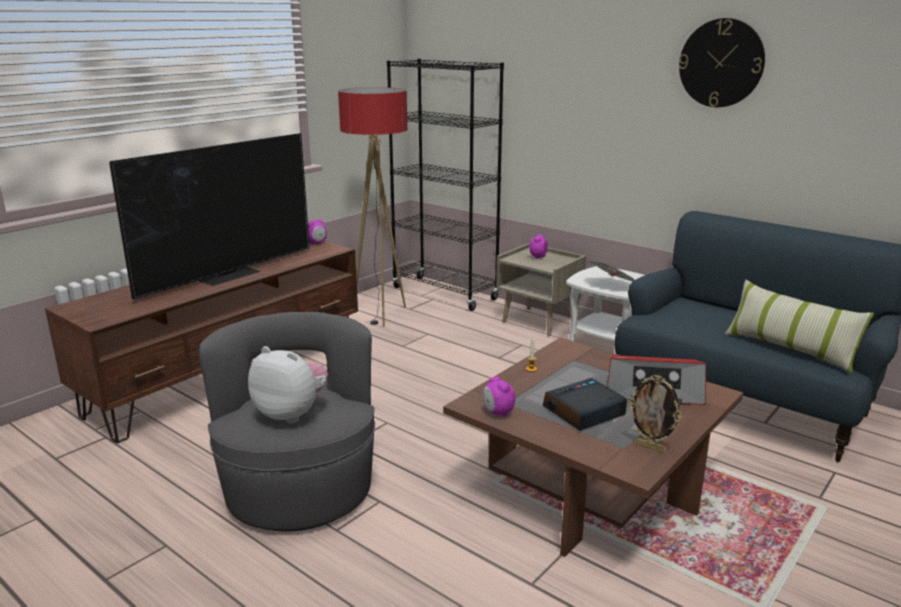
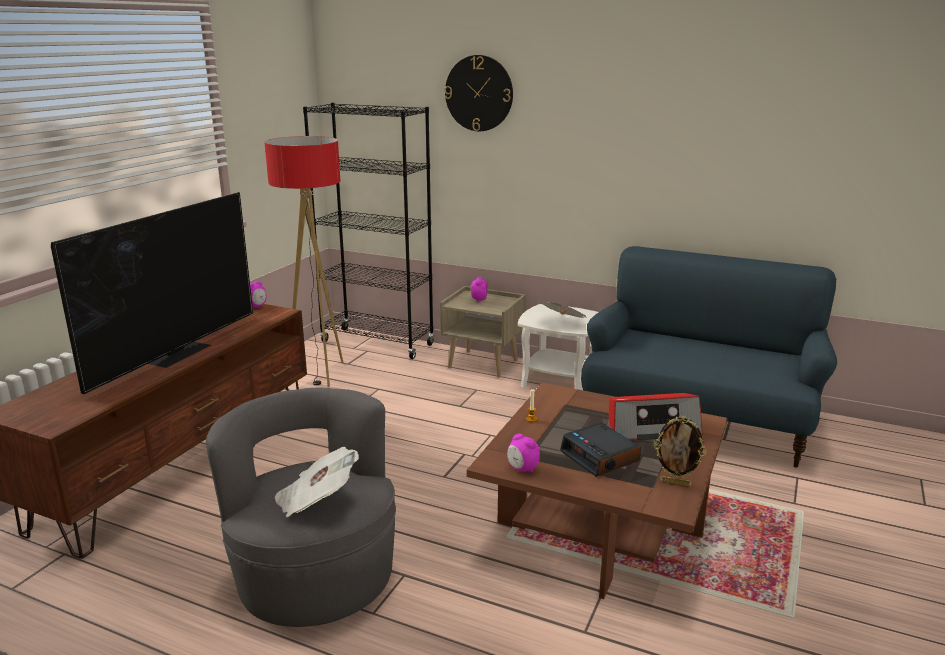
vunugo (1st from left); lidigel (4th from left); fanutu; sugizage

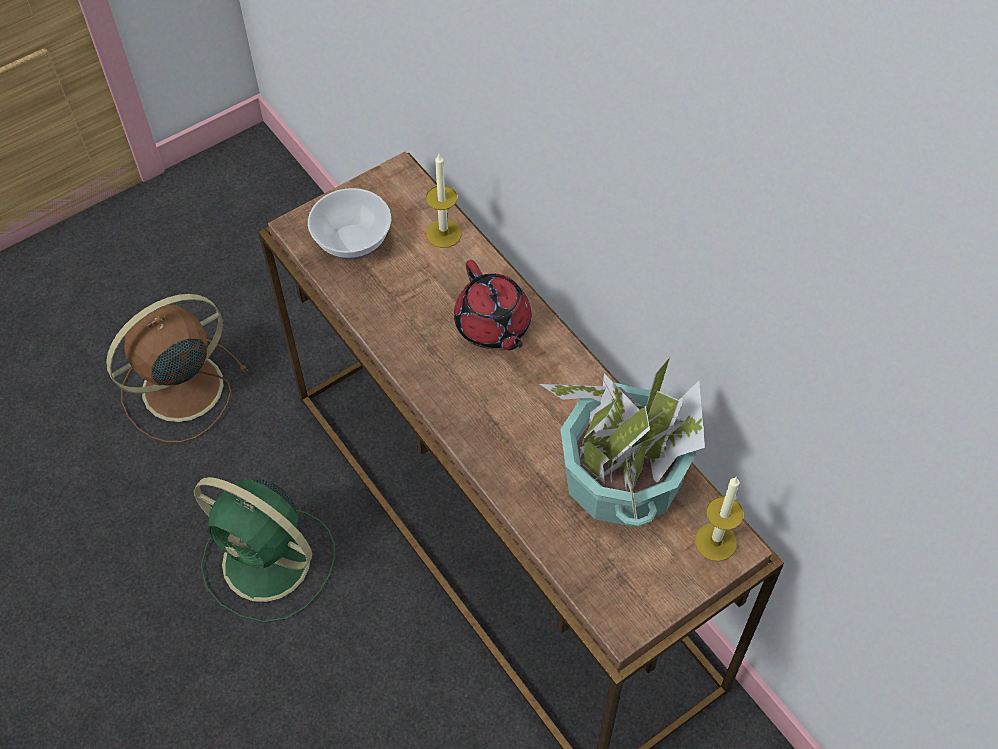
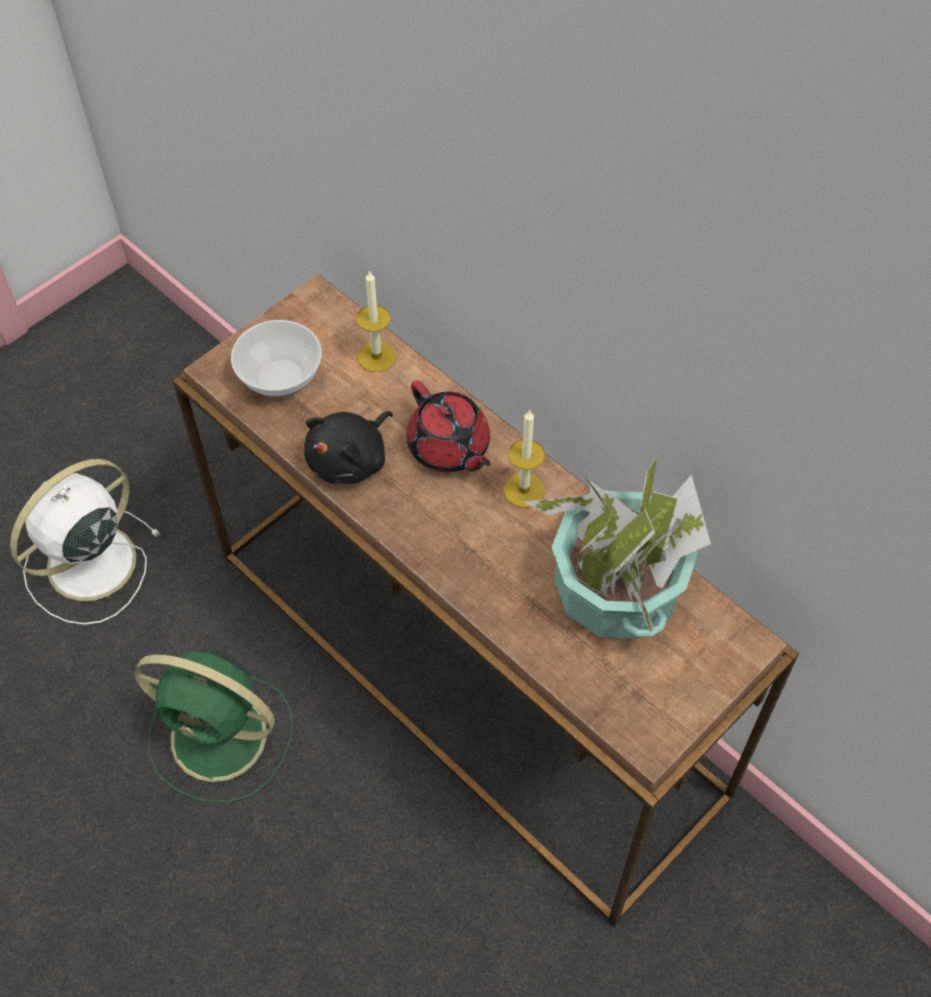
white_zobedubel; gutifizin (2nd from left); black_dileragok

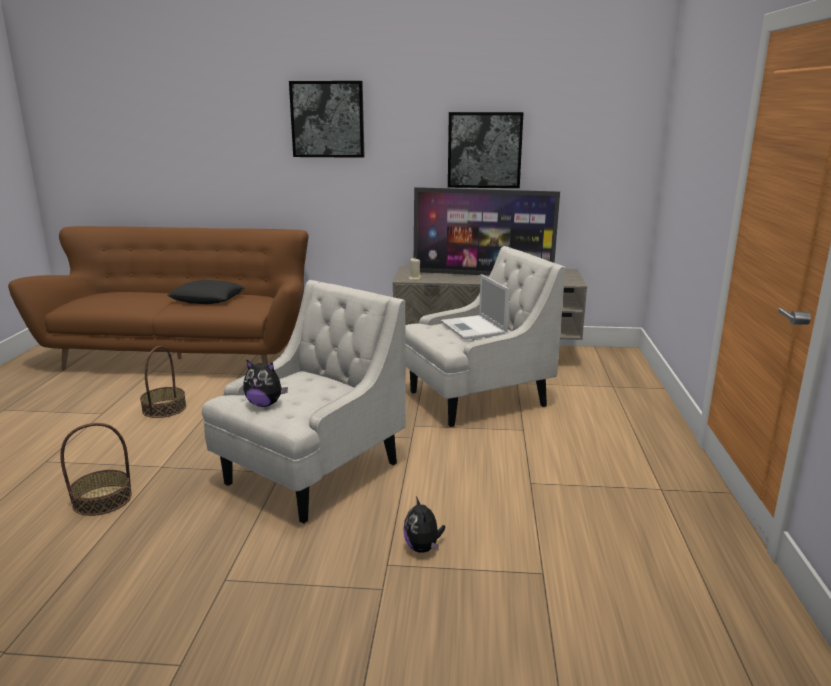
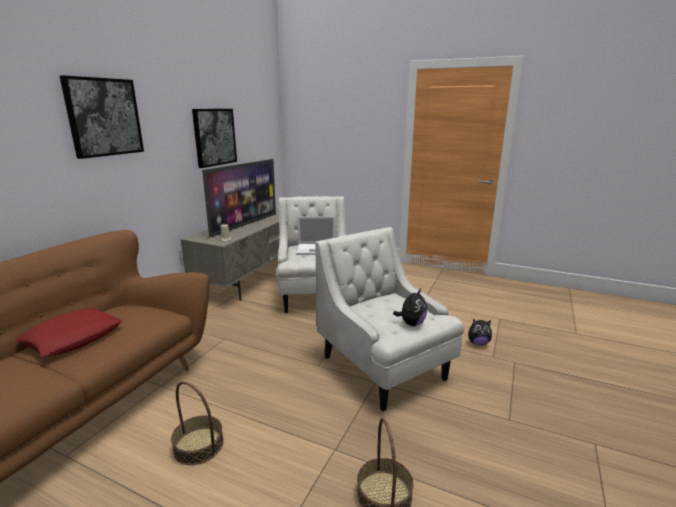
red_sugizage

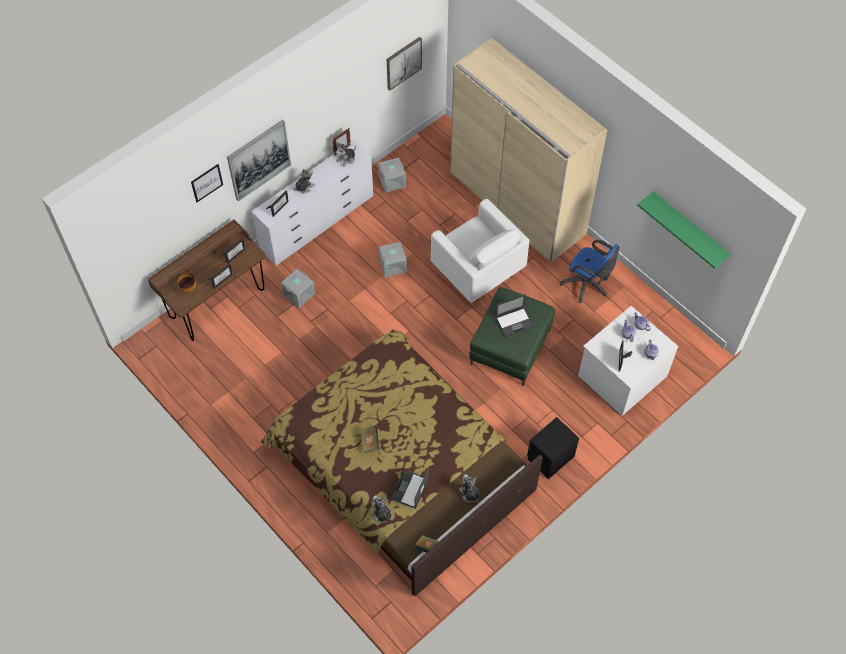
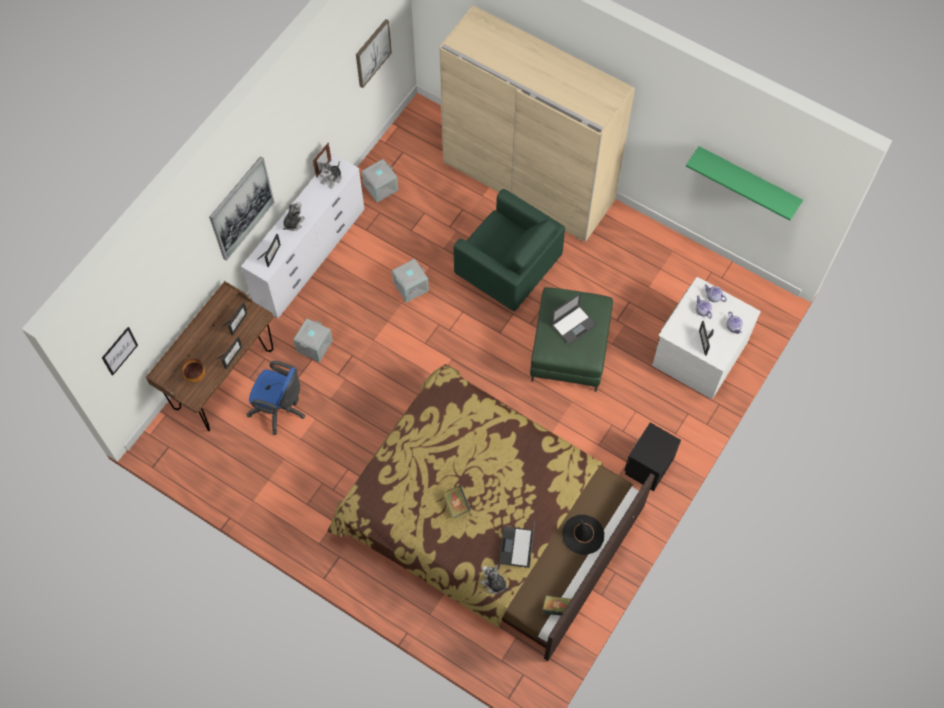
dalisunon (1st from left); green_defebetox; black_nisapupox; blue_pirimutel

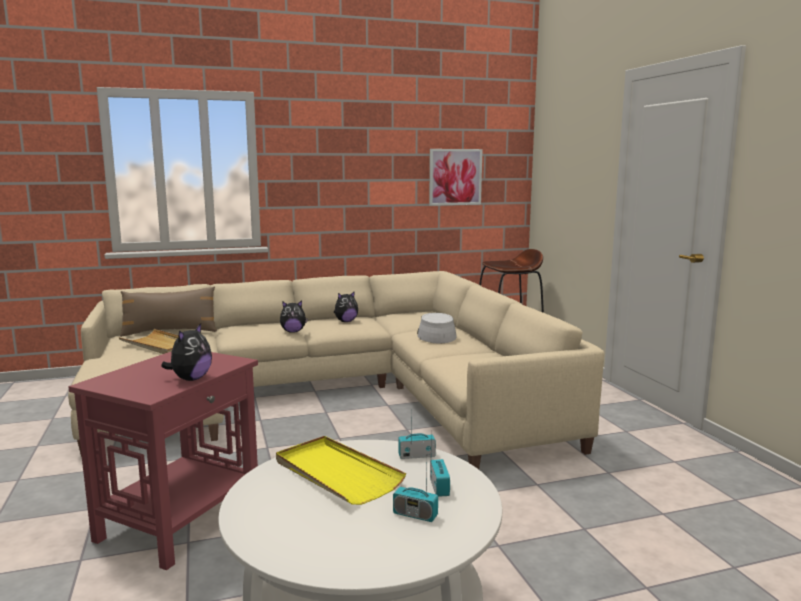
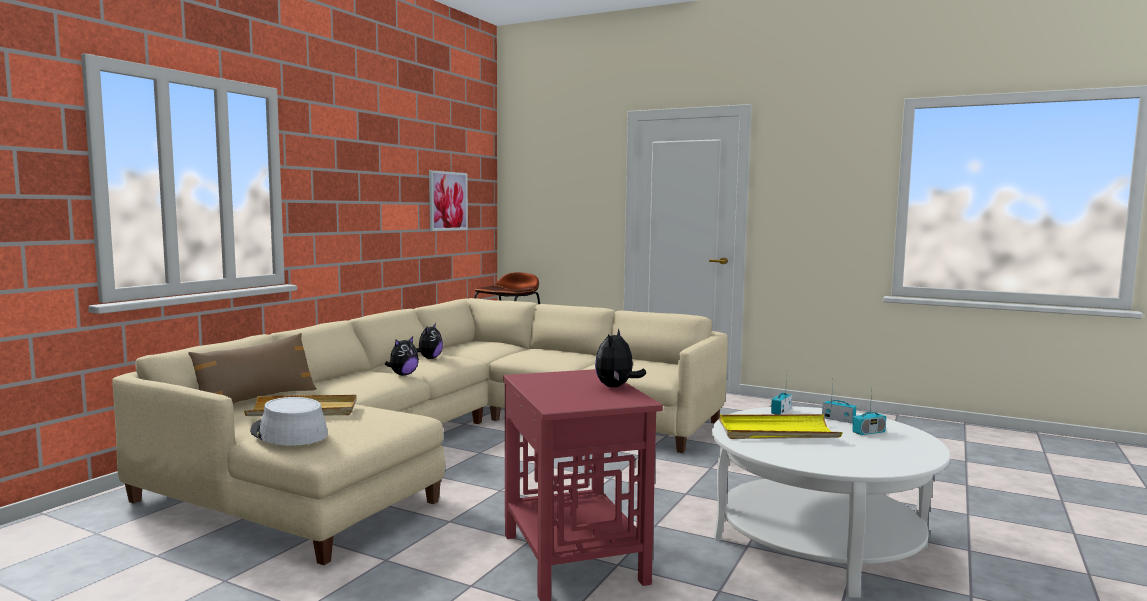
dileragok (3rd from left); grey_nisapupox

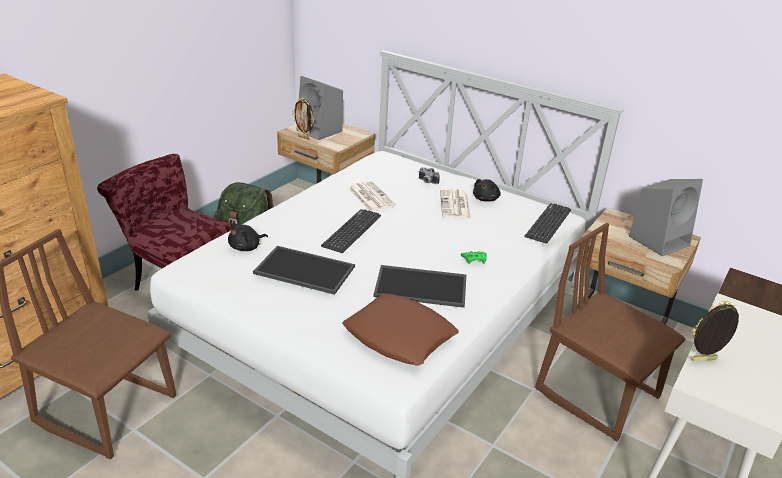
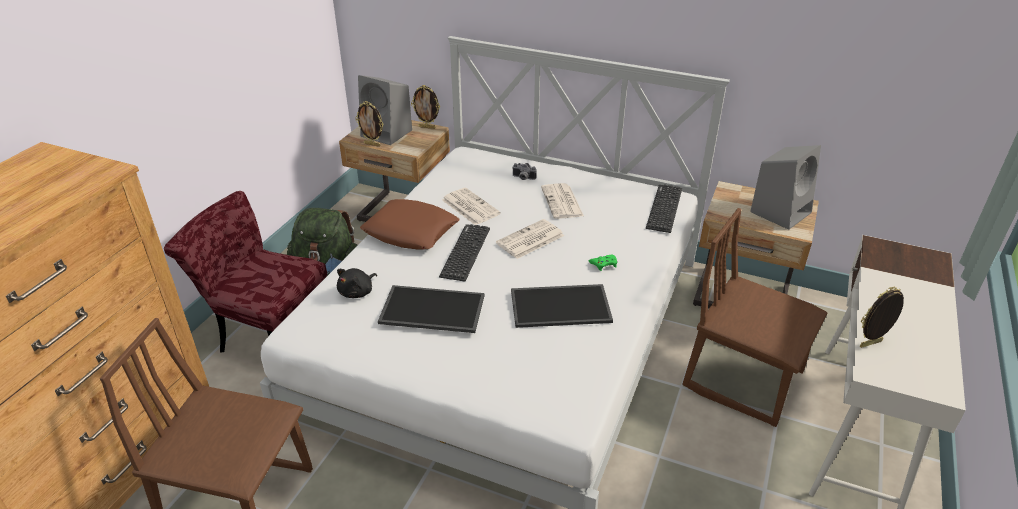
brown_sugizage; black_dileragok (2nd from left in the first image); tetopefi (2nd from left); vunugo (2nd from left)

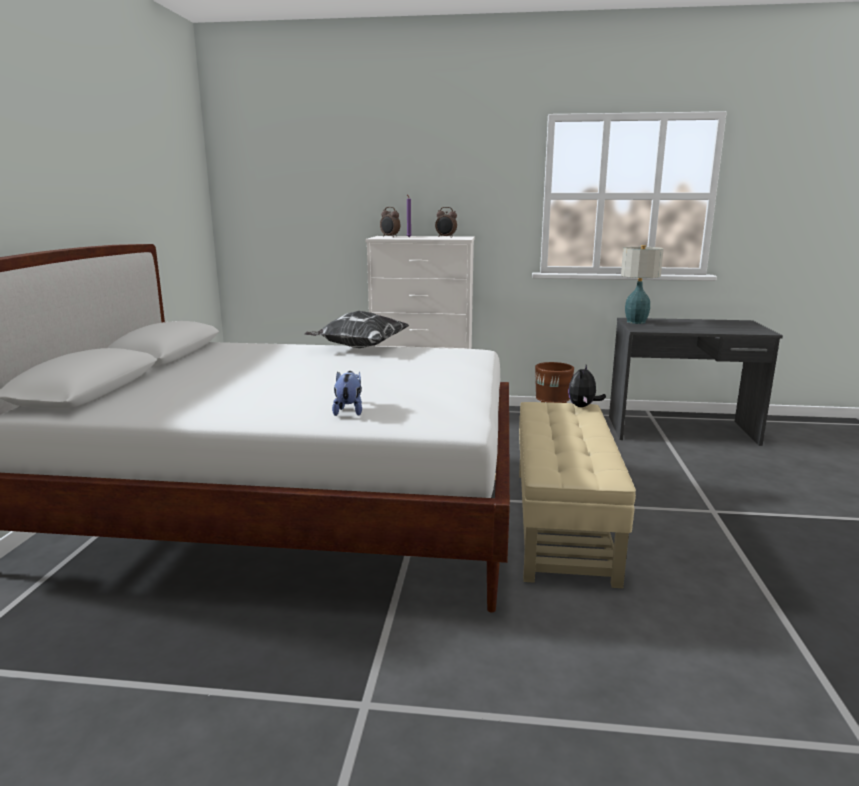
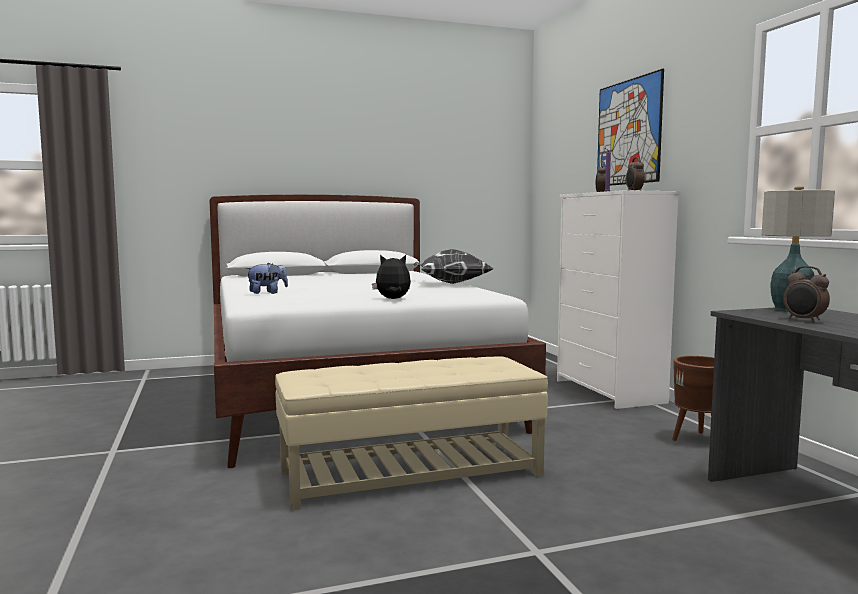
dileragok (2nd from left); dalisunon; lidigel (3rd from left)

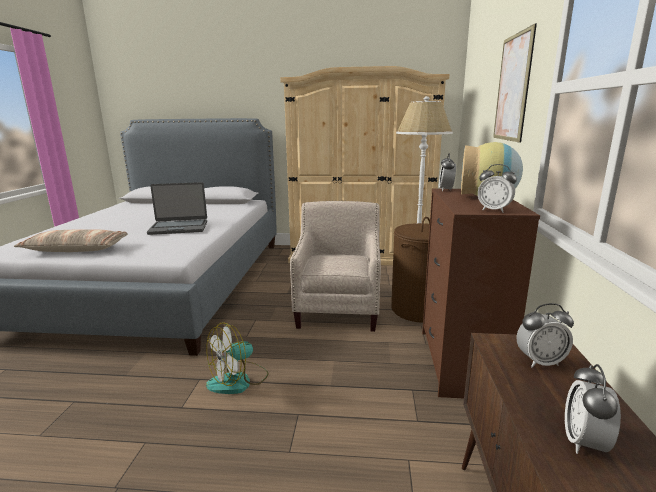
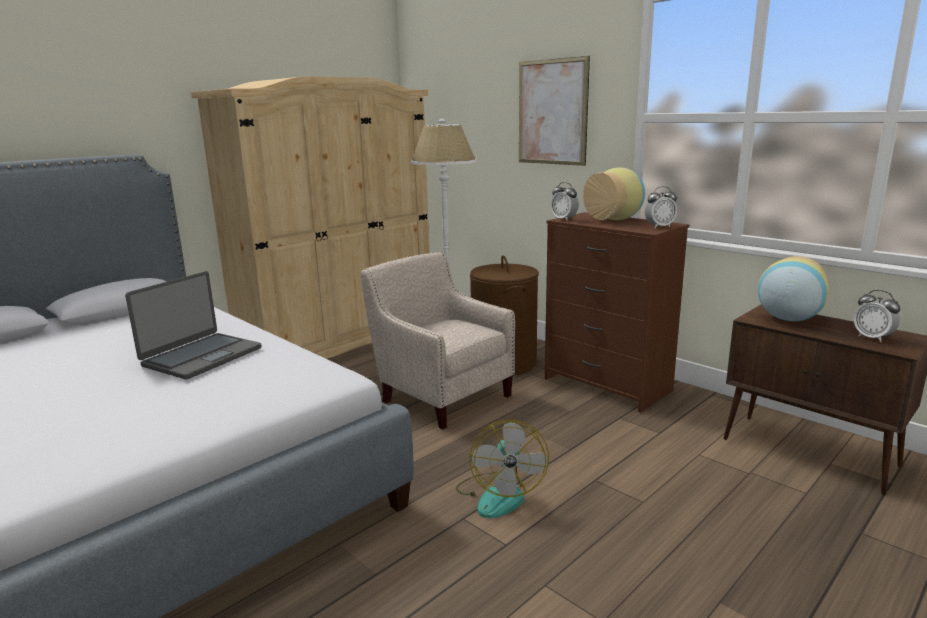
sugizage; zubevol (2nd from left)

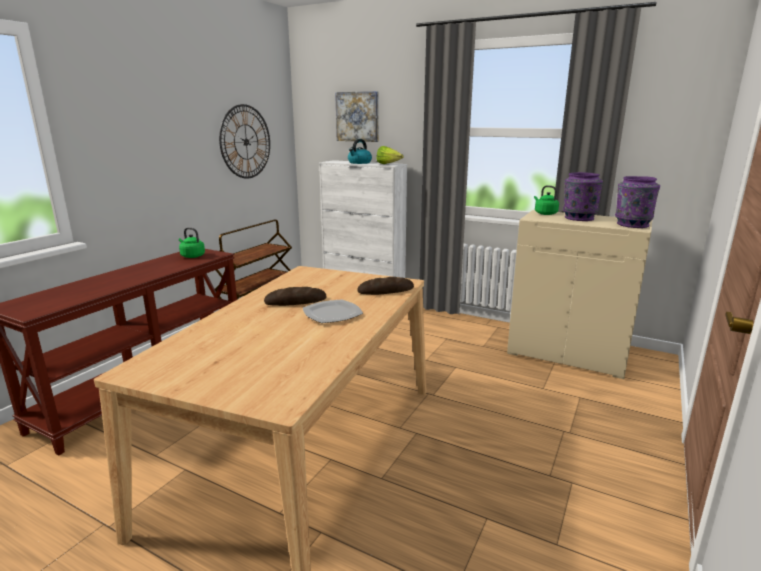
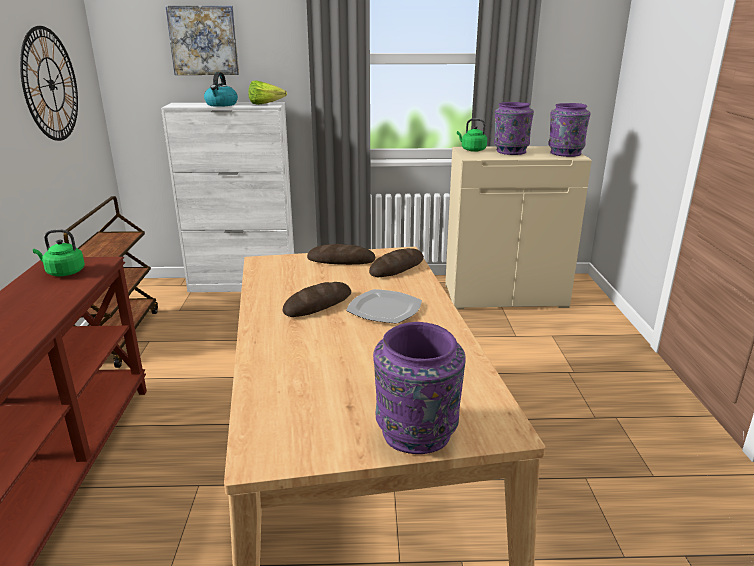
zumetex (2nd from left); purple_zubevol (1st from left)

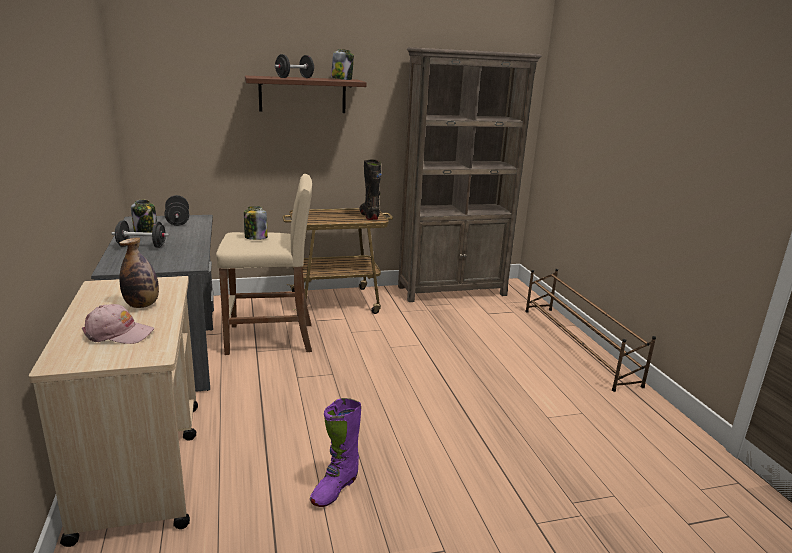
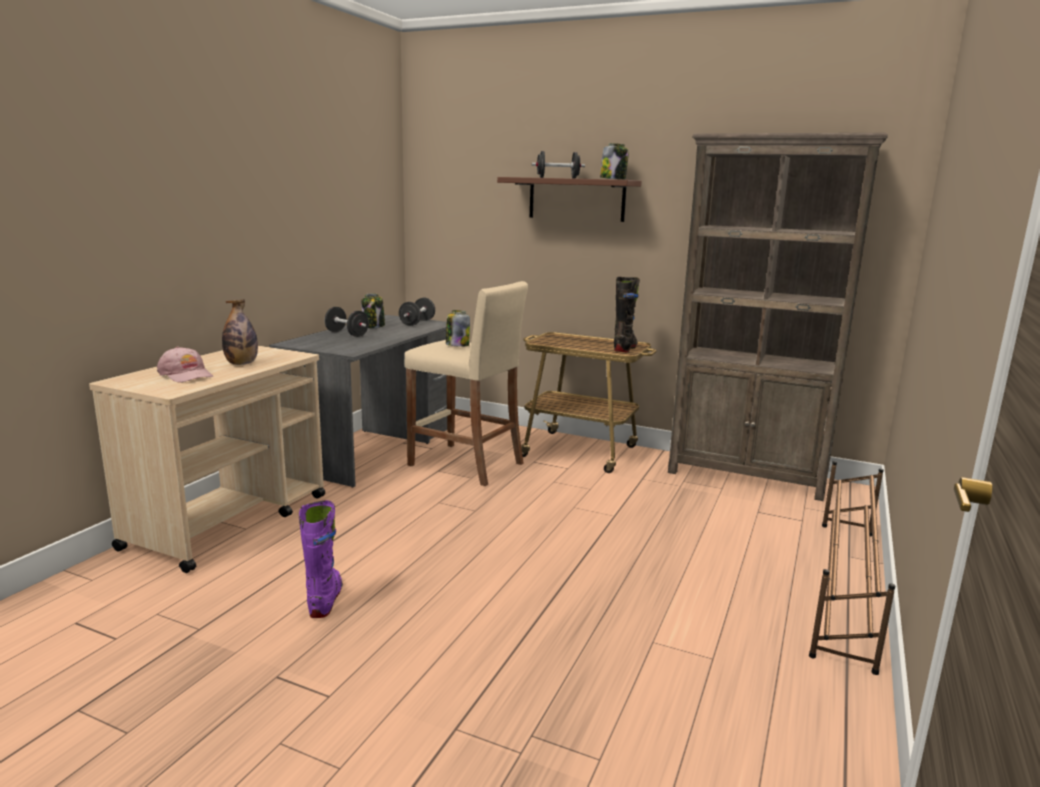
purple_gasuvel

